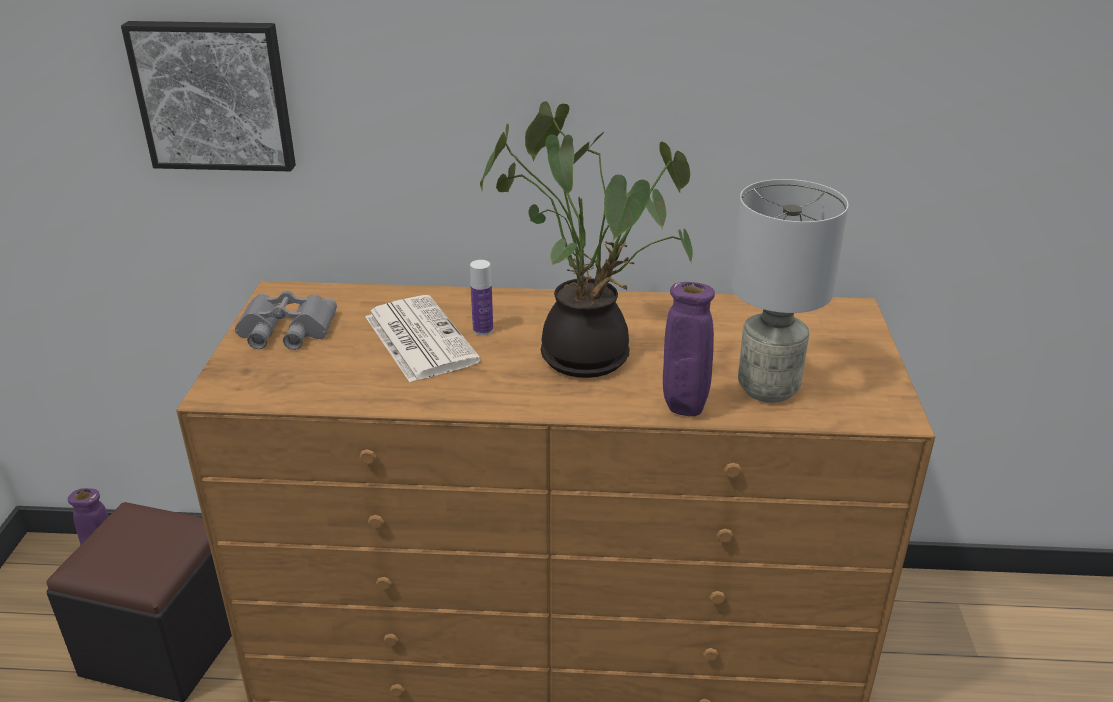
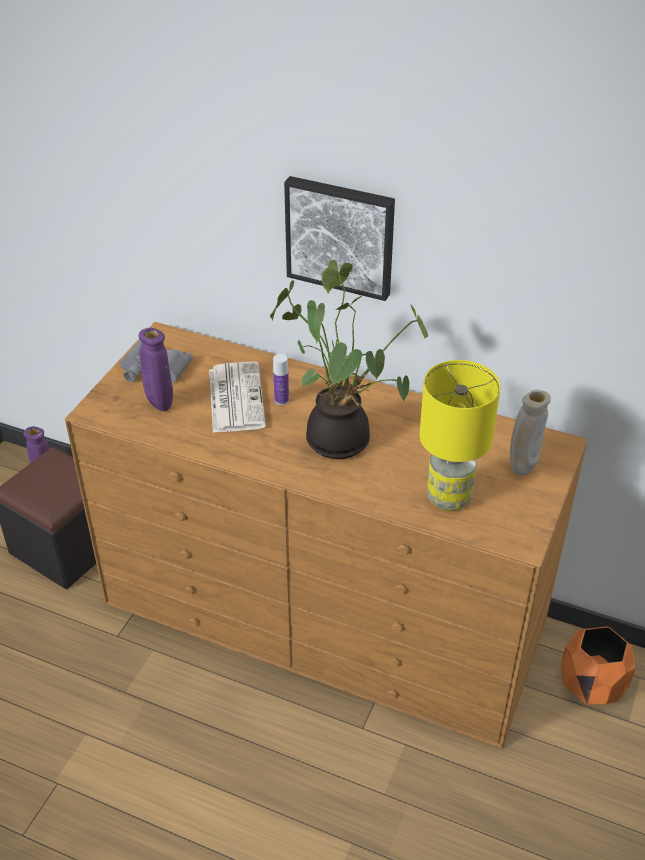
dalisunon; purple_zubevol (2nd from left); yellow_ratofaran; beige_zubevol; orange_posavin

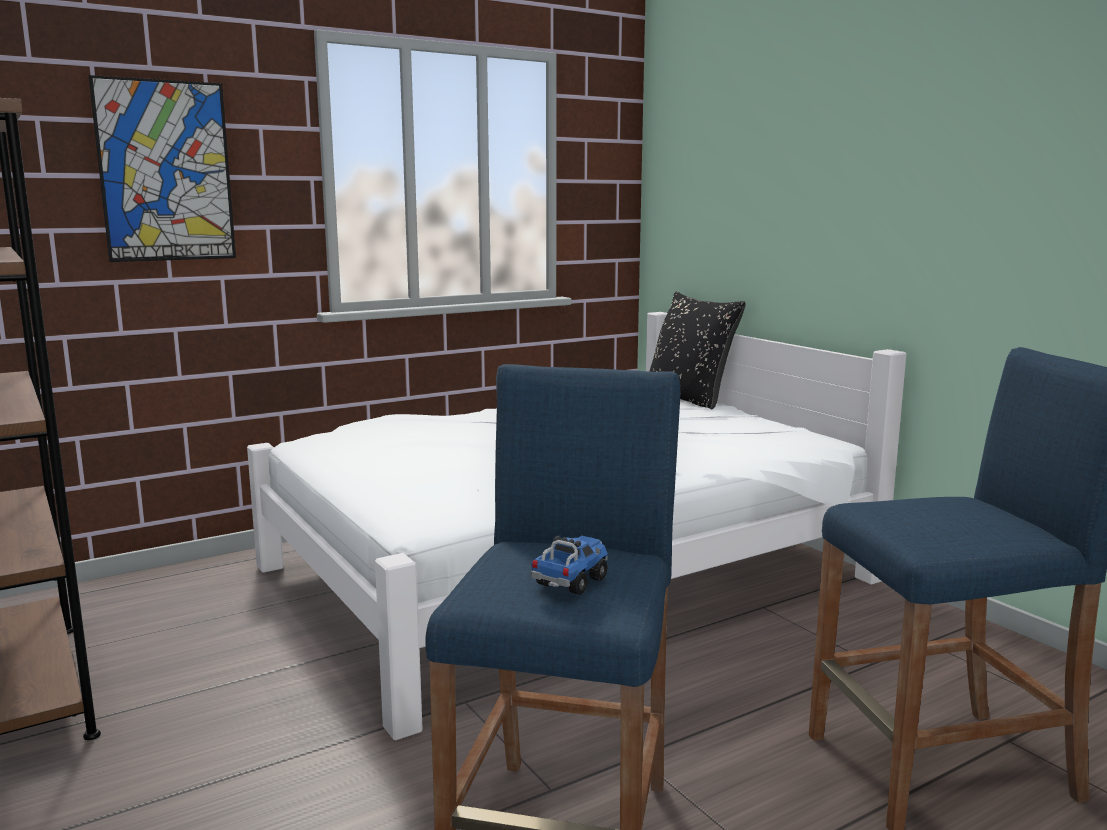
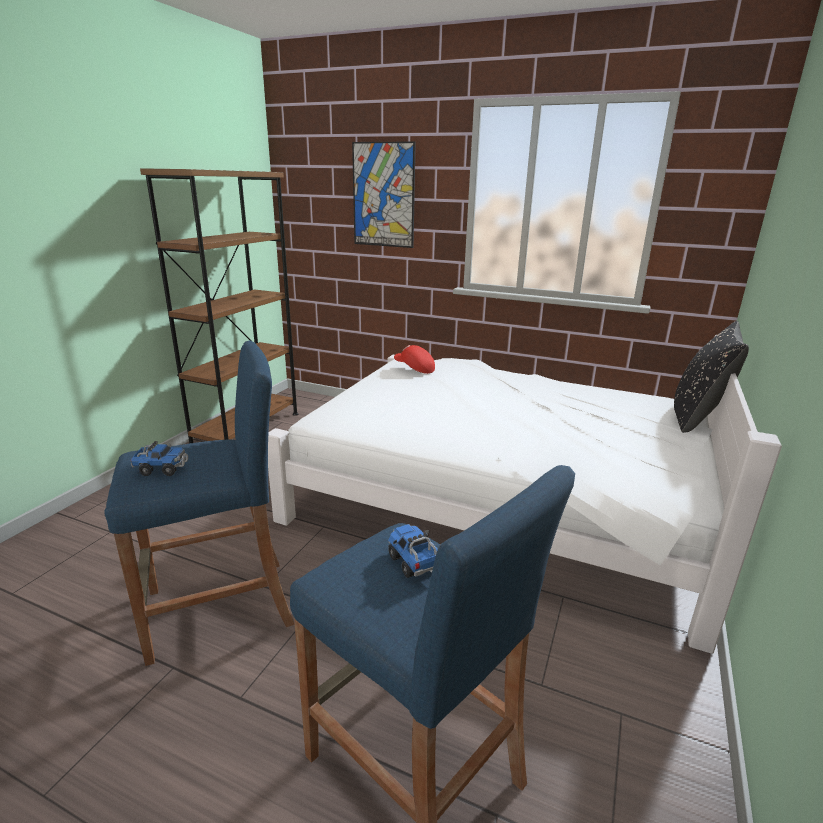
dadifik (2nd from left); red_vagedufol

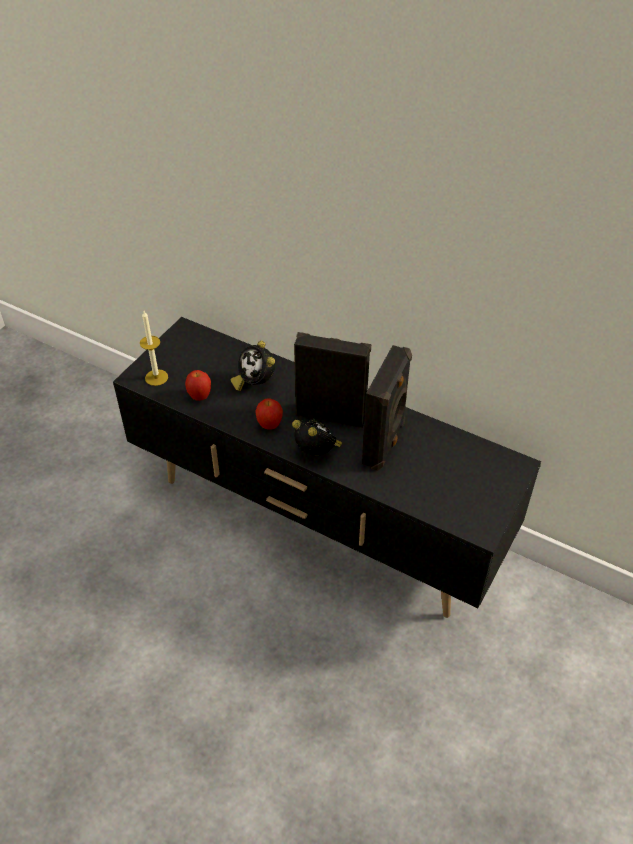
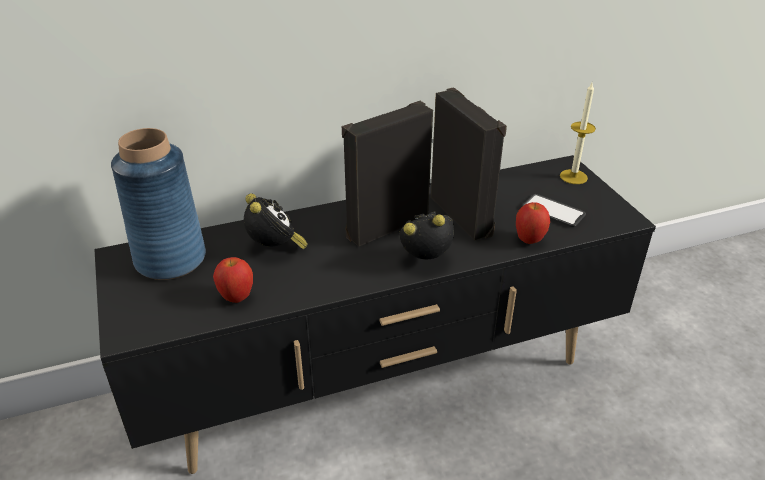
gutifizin; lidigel (1st from left); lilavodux (2nd from left); blue_zubevol; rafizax

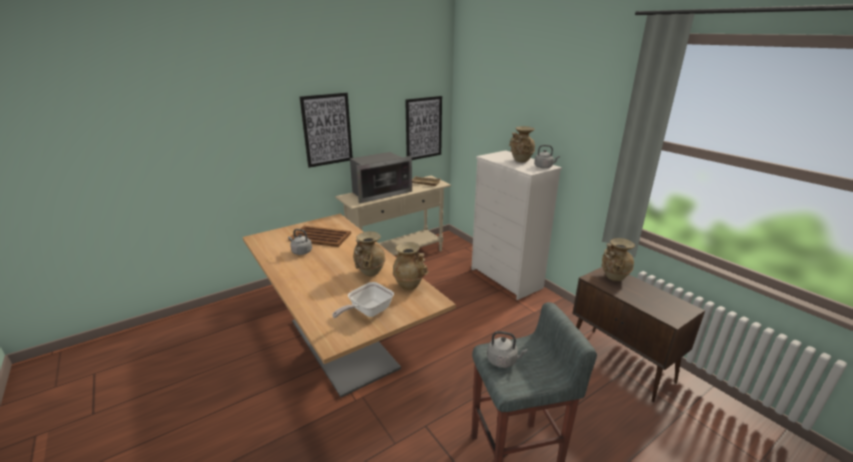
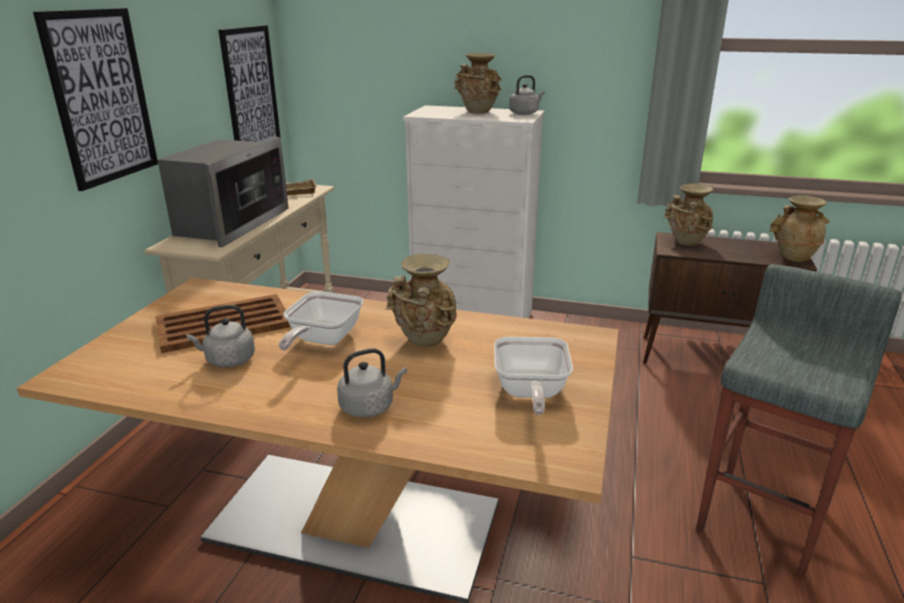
beige_zubevol (4th from left); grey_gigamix (2nd from left); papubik (1st from left)

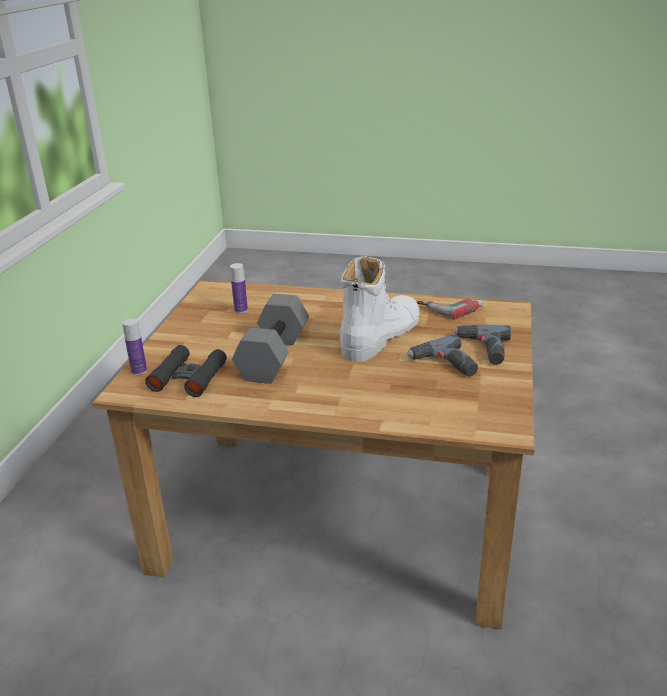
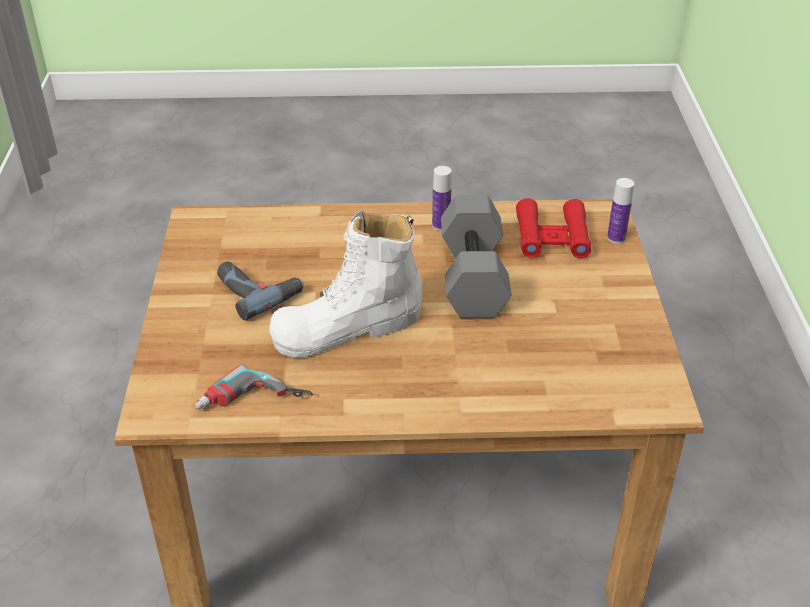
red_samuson; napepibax (1st from left); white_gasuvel; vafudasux (3rd from left in the first image)

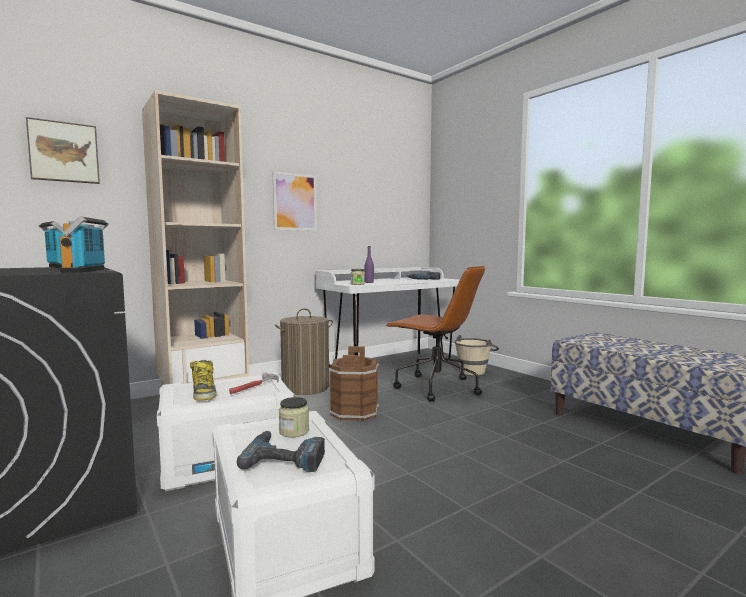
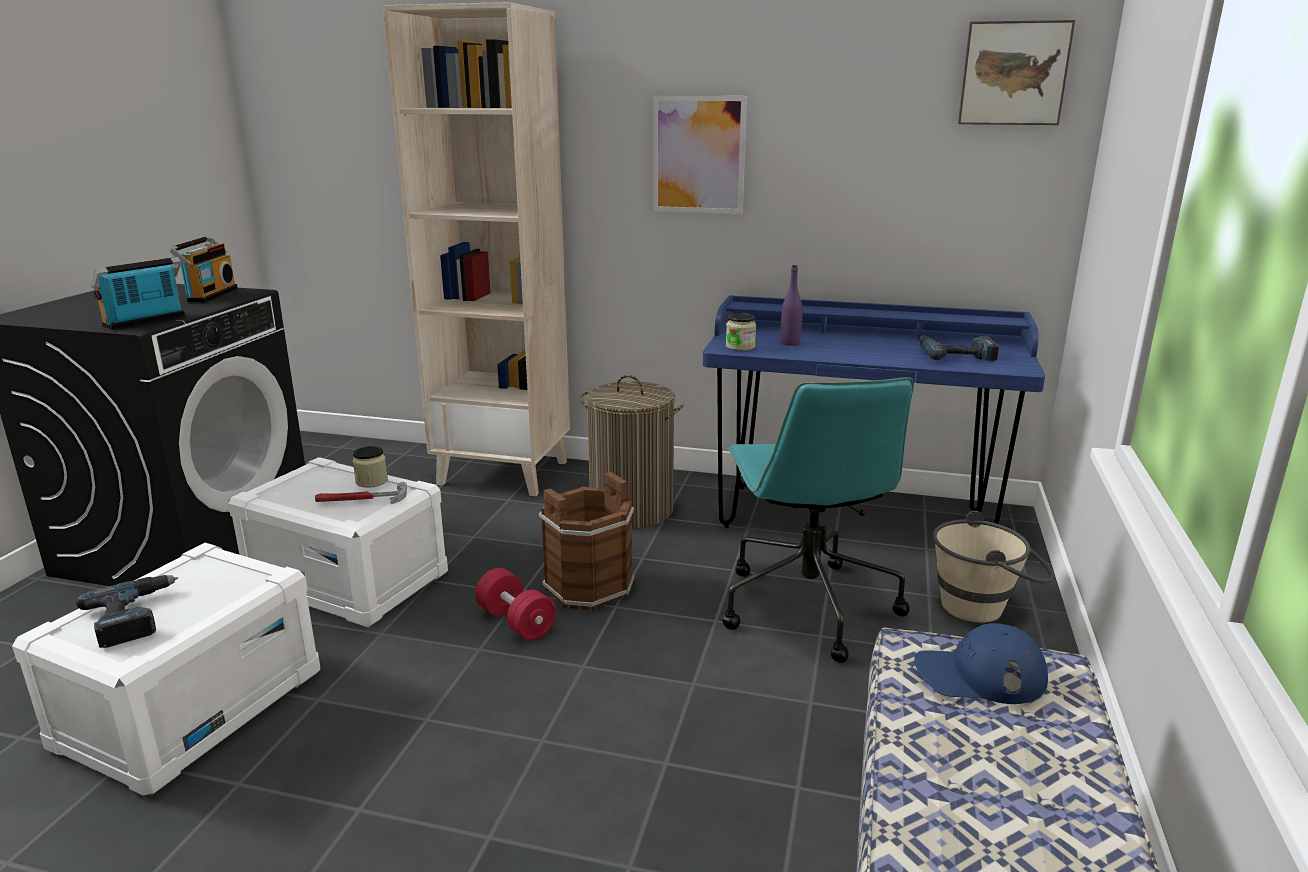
dalisunon (2nd from left); gasuvel; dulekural (1st from left); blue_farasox; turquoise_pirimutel; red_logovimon; blue_vagedufol

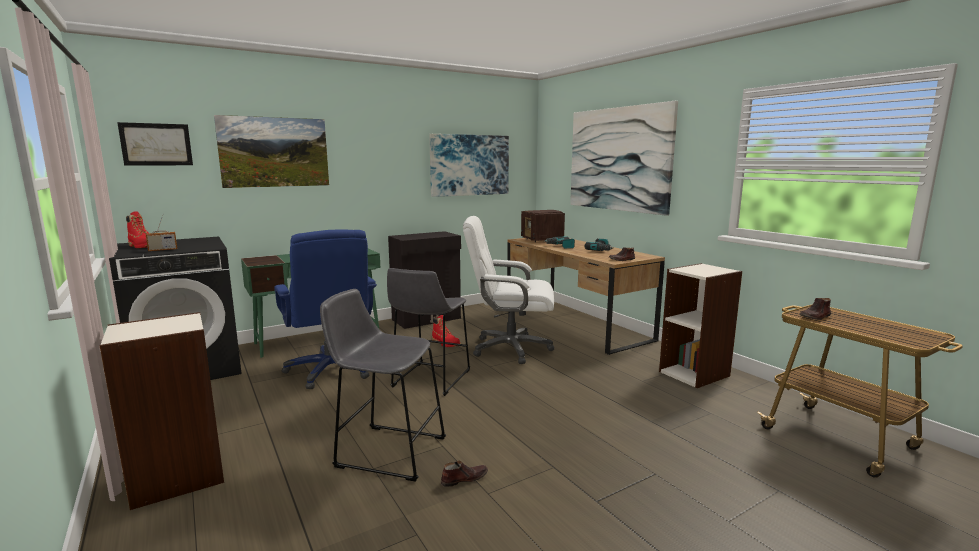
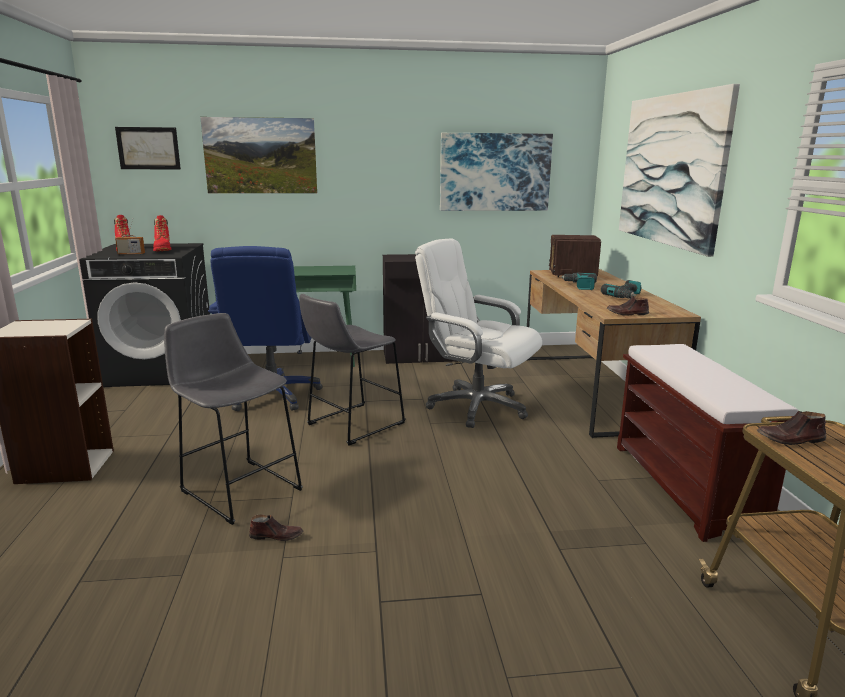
red_gasuvel (2nd from left); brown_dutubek

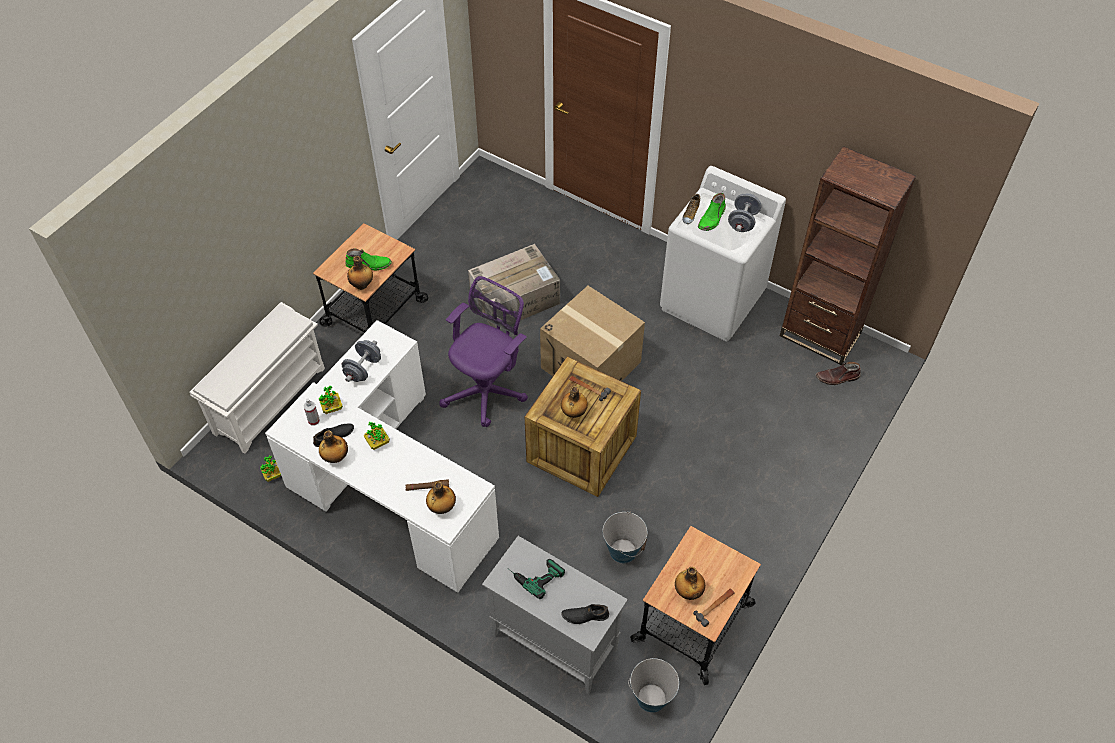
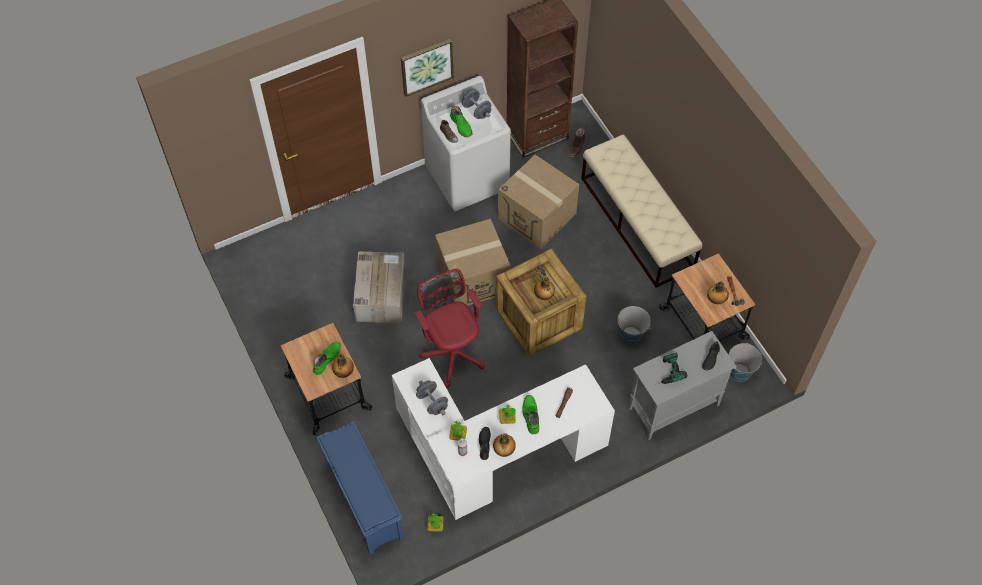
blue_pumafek; napepibax (3rd from left in the first image); red_pirimutel; dalisunon; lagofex (3rd from left); green_gasuvel (3rd from left); beige_dutubek

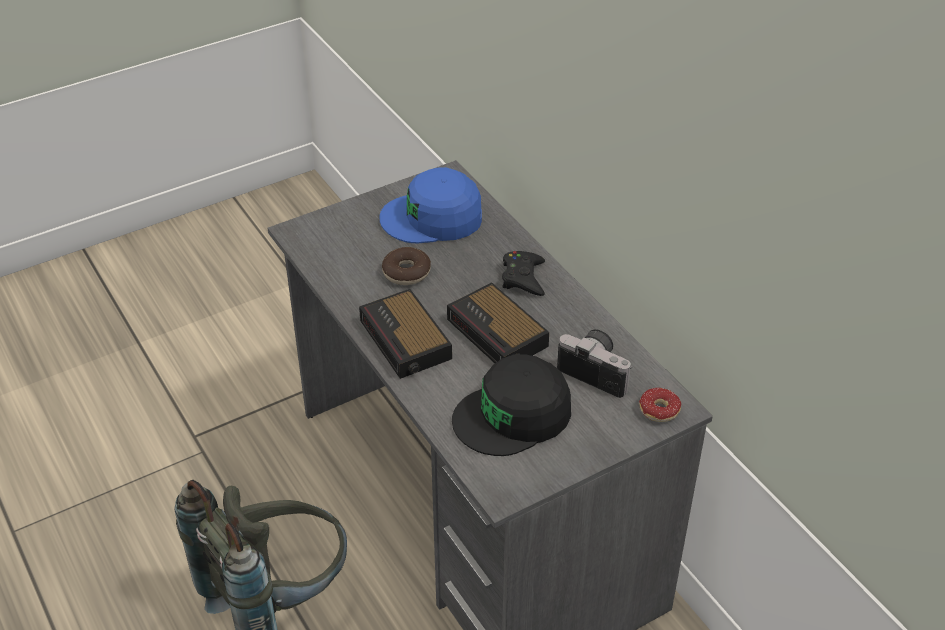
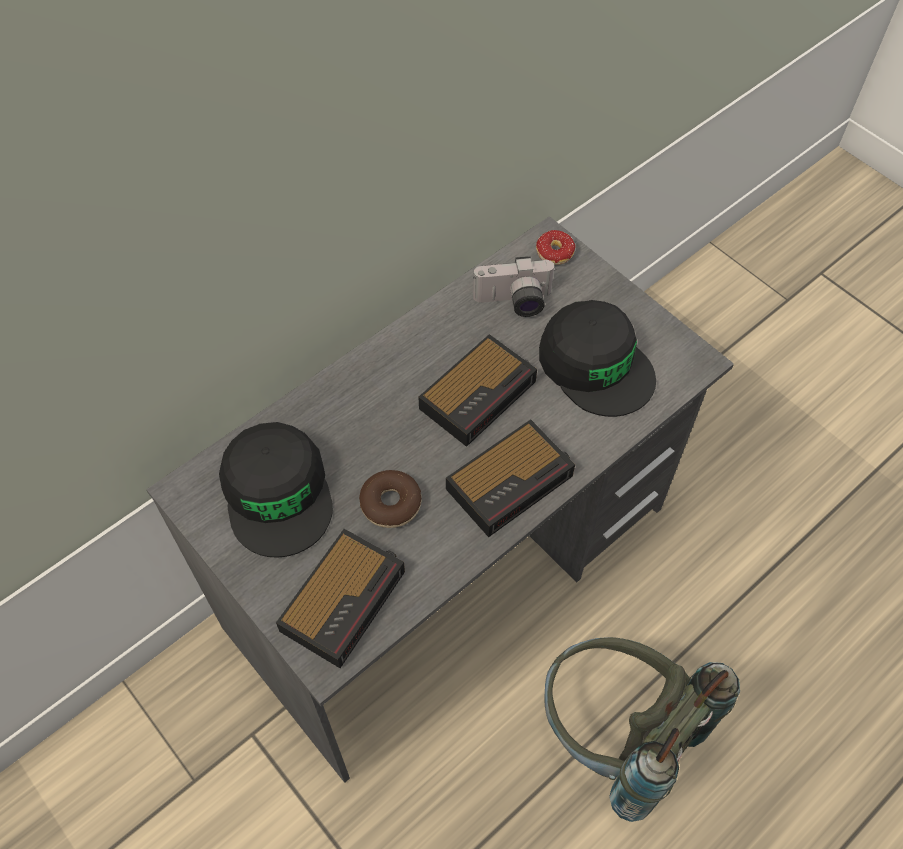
black_vagedufol (1st from left); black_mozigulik; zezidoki; lidigel (1st from left)

